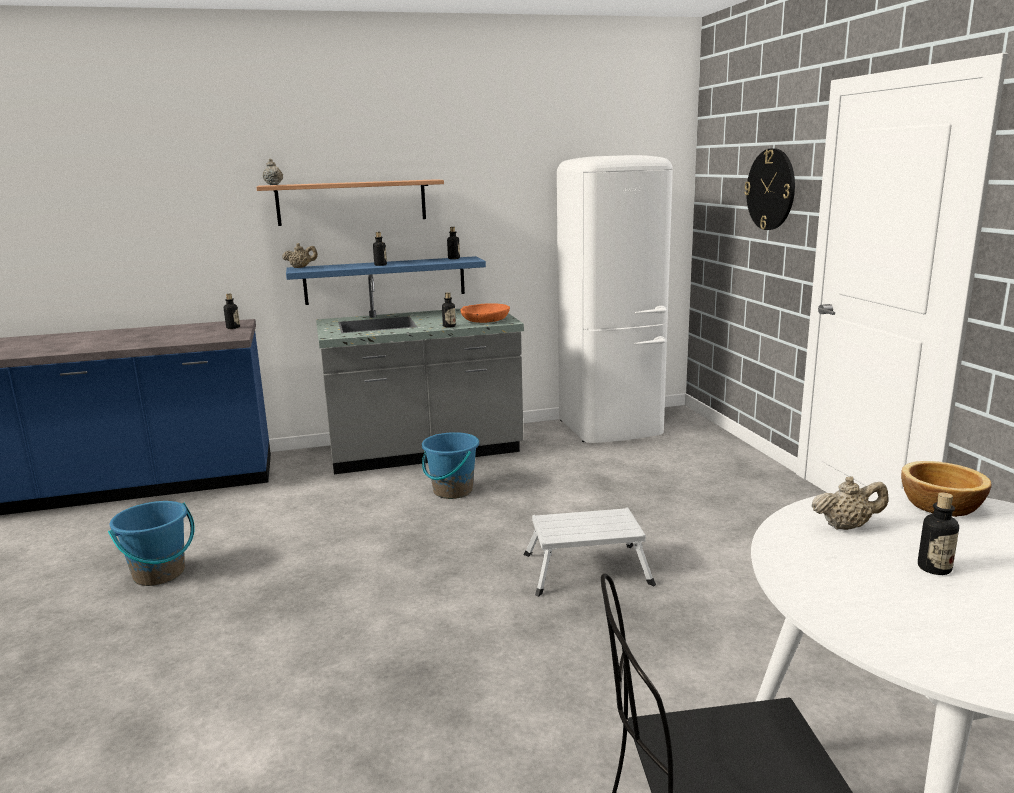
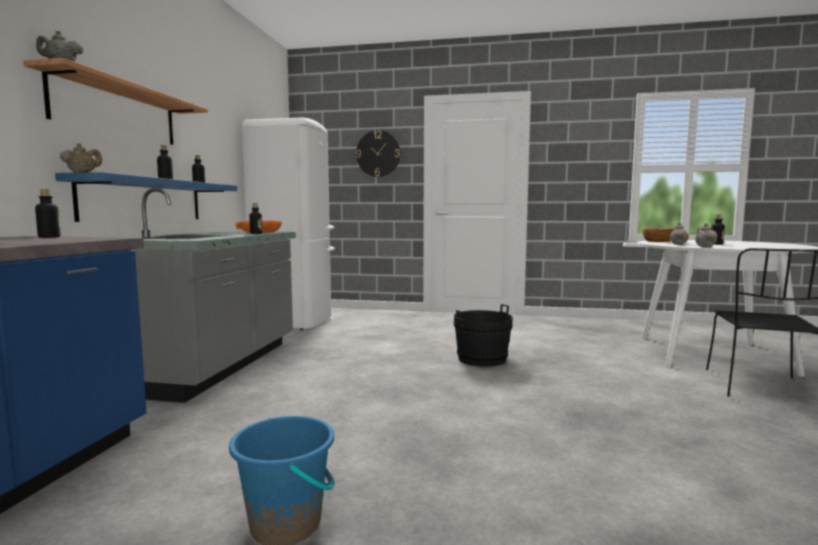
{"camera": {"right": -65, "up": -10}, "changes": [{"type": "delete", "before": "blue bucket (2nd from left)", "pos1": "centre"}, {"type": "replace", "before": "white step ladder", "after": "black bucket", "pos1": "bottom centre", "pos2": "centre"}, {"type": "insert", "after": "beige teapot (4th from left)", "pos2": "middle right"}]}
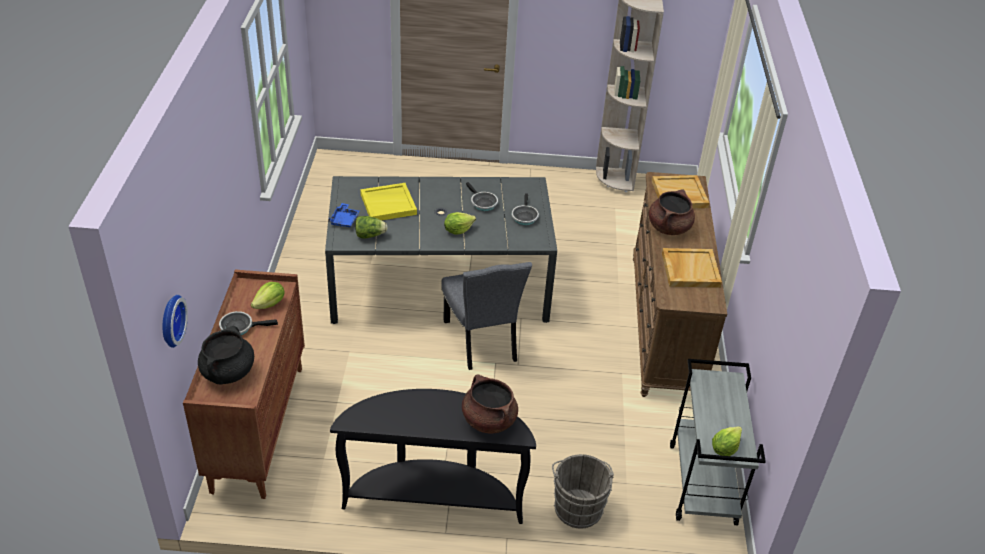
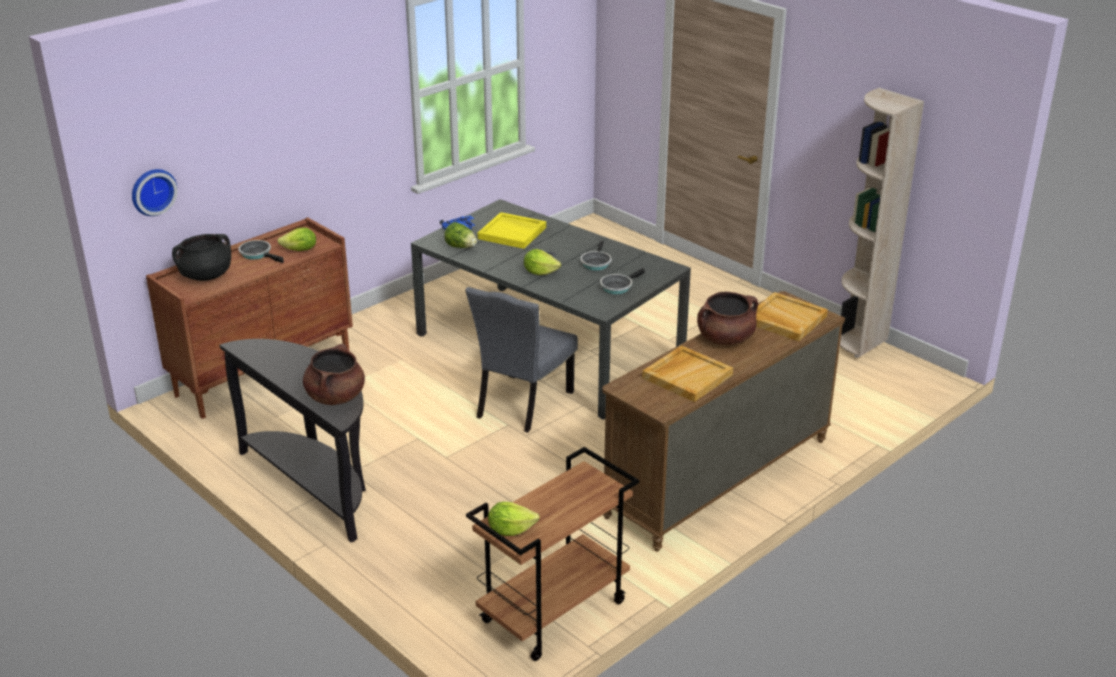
{"camera": {"right": 45, "up": -10}, "changes": [{"type": "delete", "before": "grey bucket", "pos1": "bottom centre"}, {"type": "recolor", "before": "grey cart", "after": "brown cart", "pos1": "bottom right", "pos2": "bottom centre"}]}
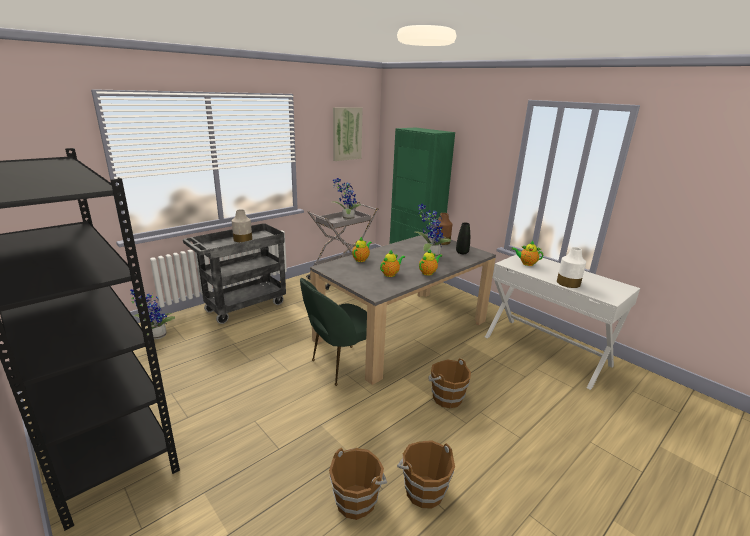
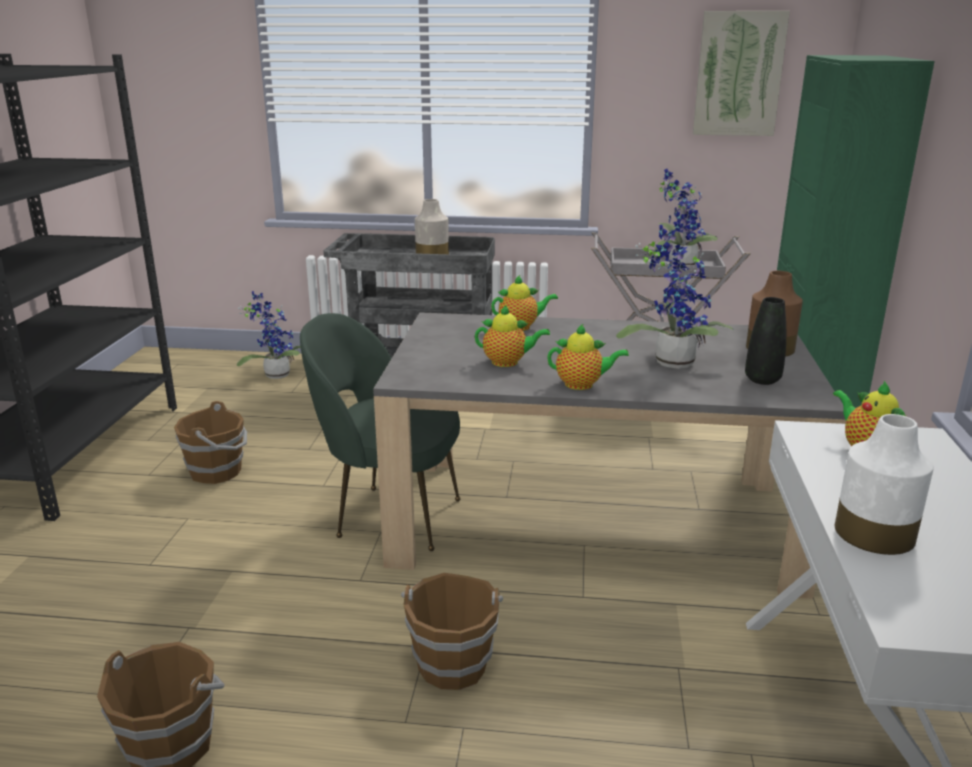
{"camera": {"right": 50, "up": 0}, "changes": [{"type": "move", "before": "brown bucket (1st from left in the first image)", "after": "brown bucket (2nd from left)", "pos1": "bottom centre", "pos2": "middle left"}]}
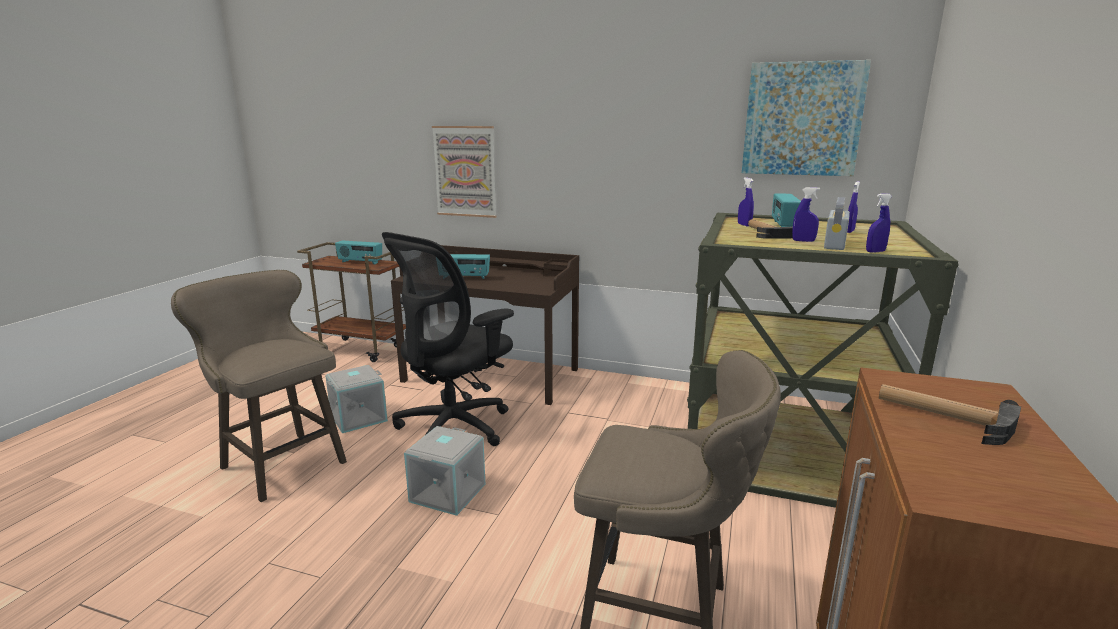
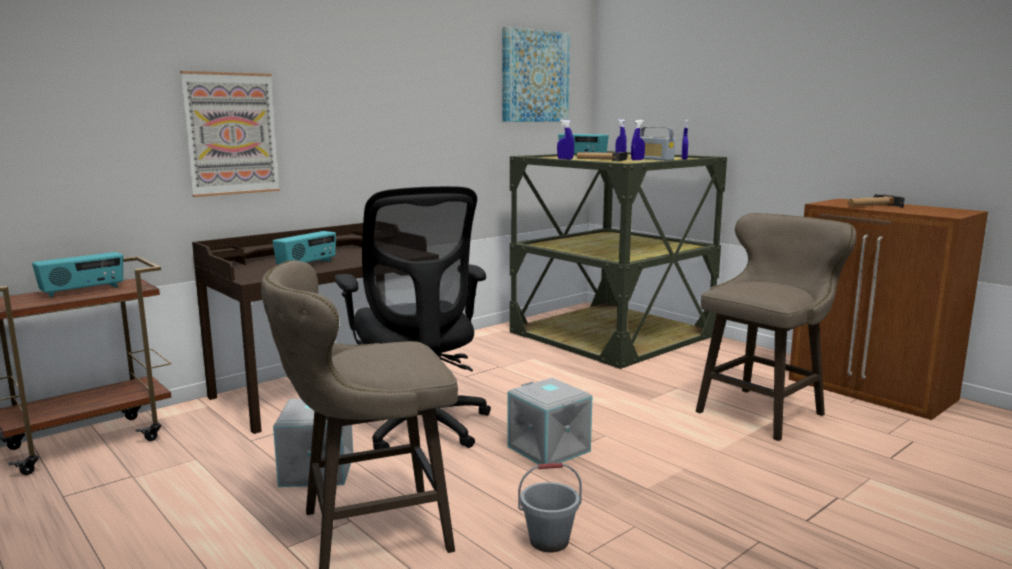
{"camera": {"right": -60, "up": -5}, "changes": [{"type": "insert", "after": "grey bucket", "pos2": "bottom centre"}]}
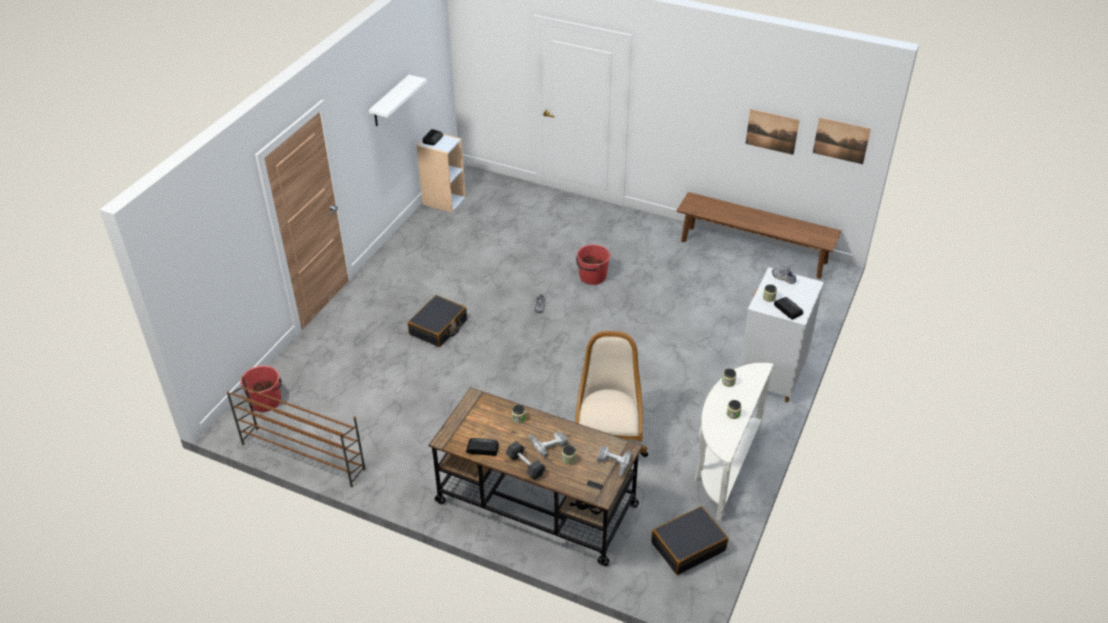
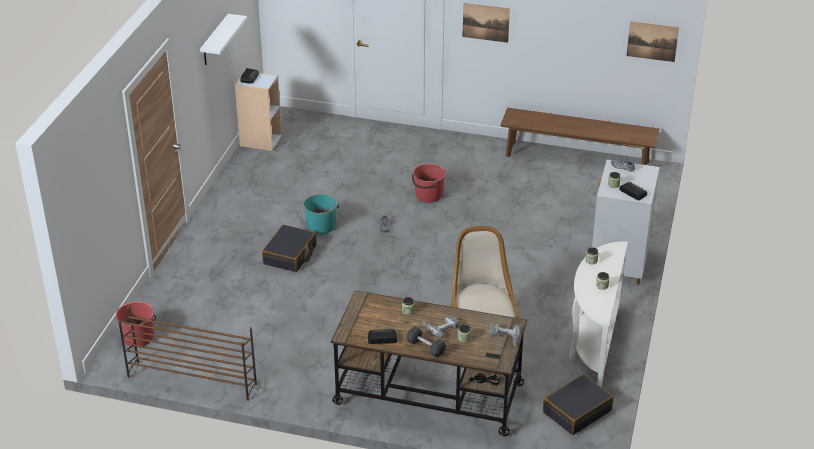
{"camera": {"right": -10, "up": -5}, "changes": [{"type": "move", "before": "picture (1st from left)", "pos1": "top right", "pos2": "top centre"}, {"type": "insert", "after": "turquoise bucket", "pos2": "centre"}]}
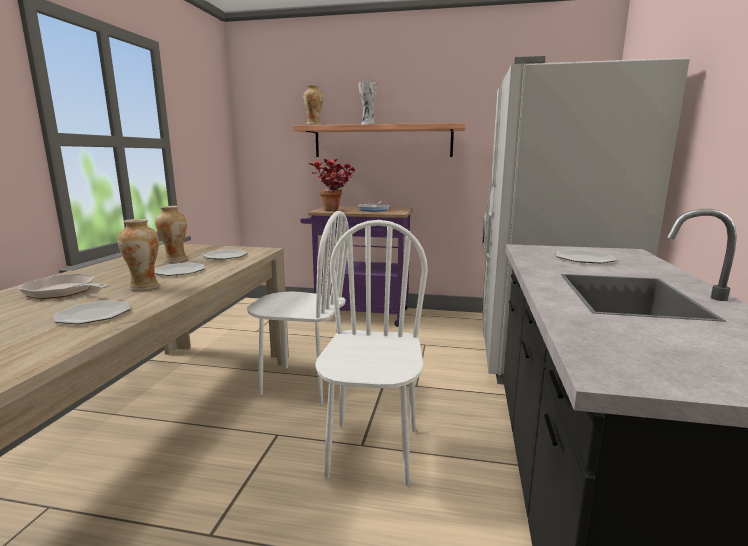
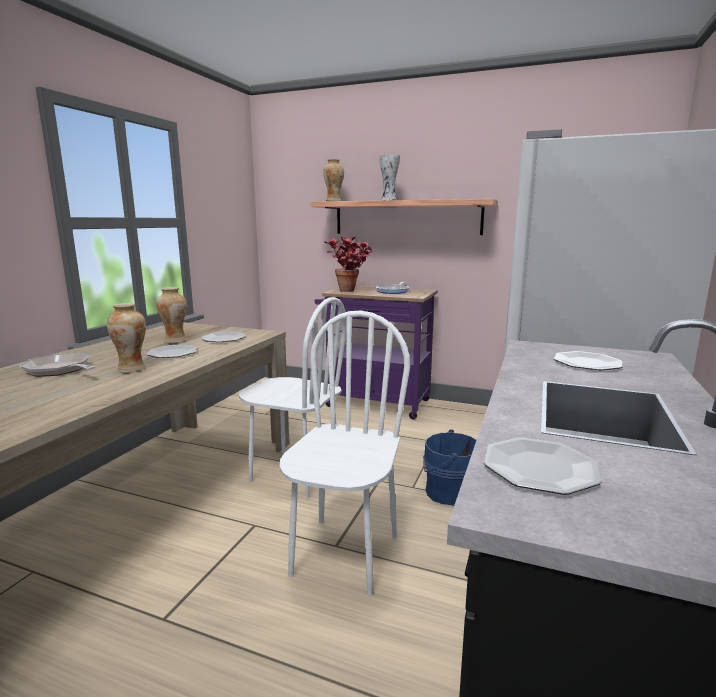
{"camera": {"right": 10, "up": 0}, "changes": [{"type": "move", "before": "plate (1st from left in the first image)", "after": "plate (3rd from left)", "pos1": "middle left", "pos2": "bottom right"}, {"type": "insert", "after": "blue bucket", "pos2": "bottom centre"}]}
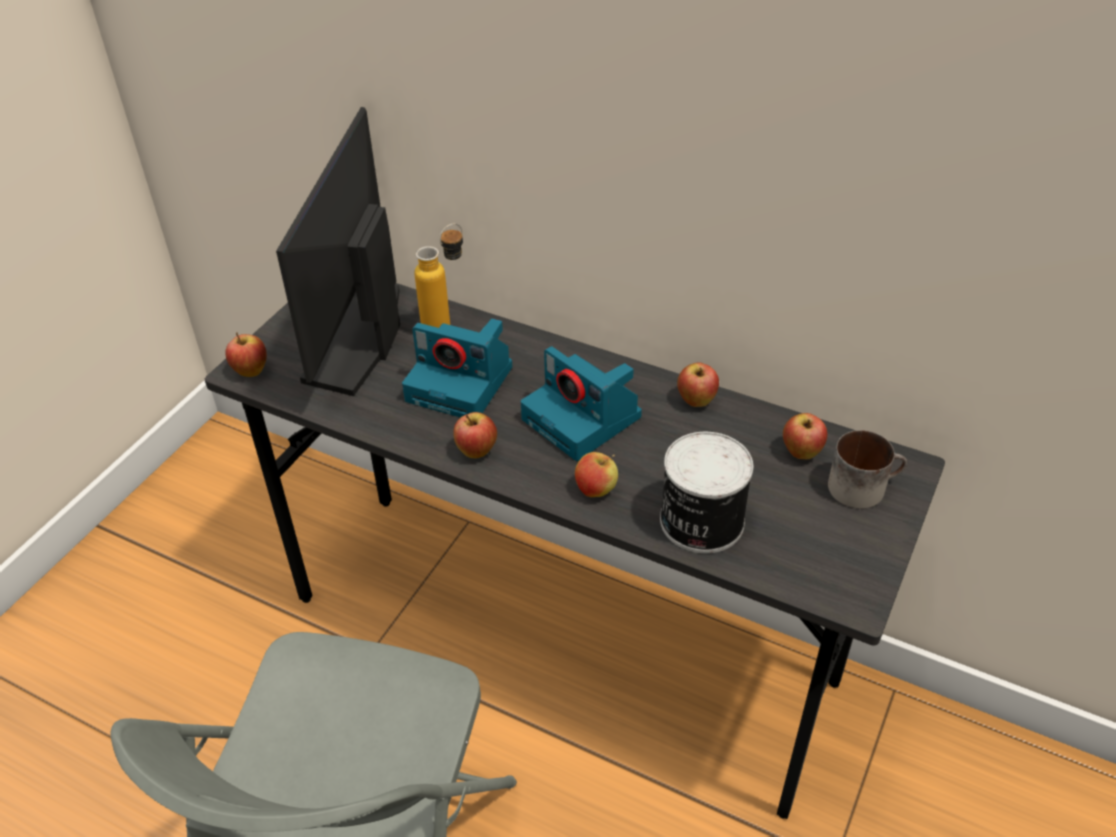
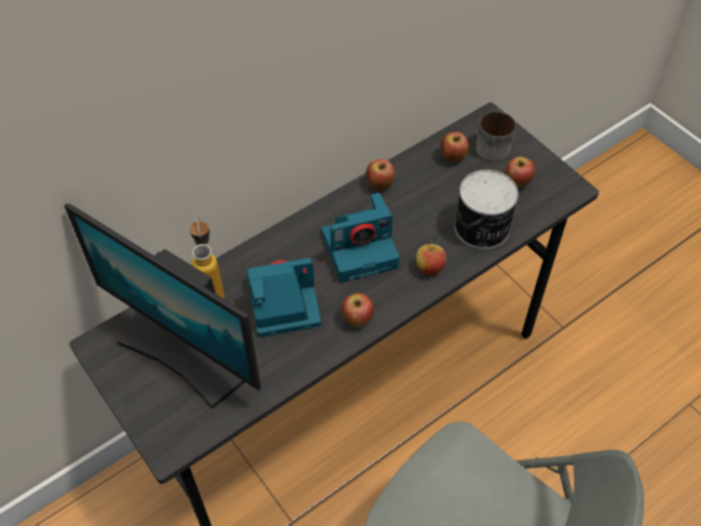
{"camera": {"right": -65, "up": 10}, "changes": [{"type": "move", "before": "apple (1st from left in the first image)", "after": "apple (5th from left)", "pos1": "middle left", "pos2": "top right"}, {"type": "rotate", "before": "photo camera (1st from left)", "pos1": "centre", "pos2": "centre", "turn": -150}]}
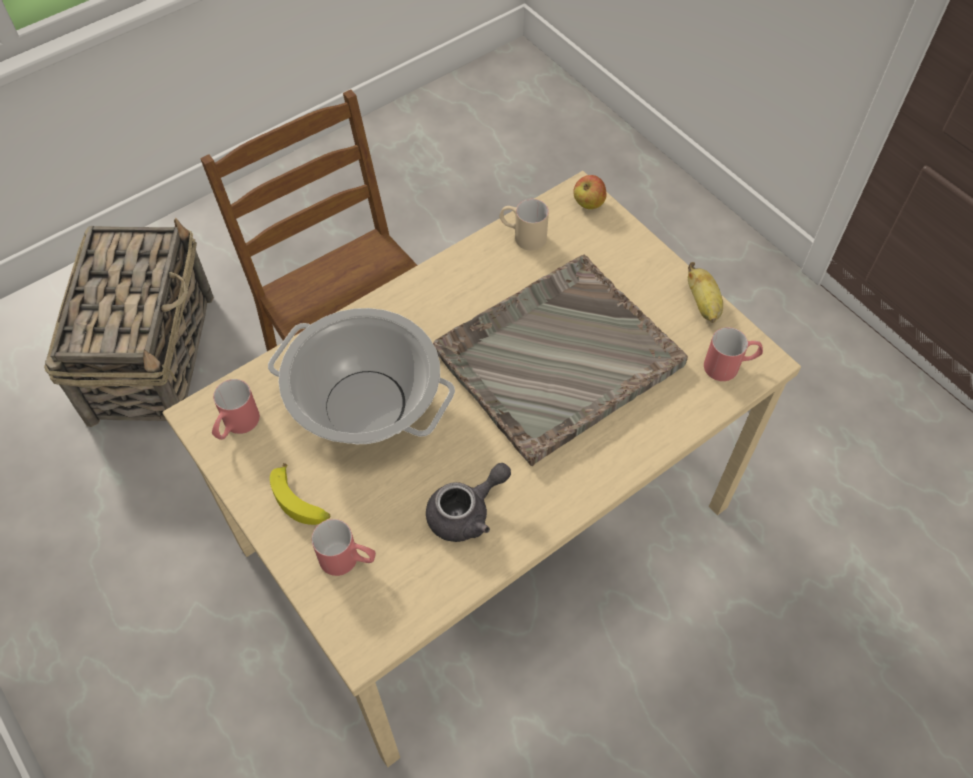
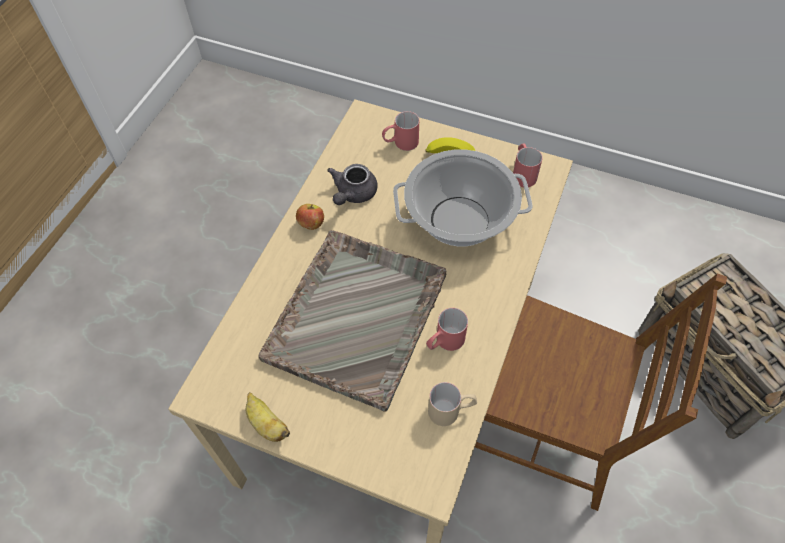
{"camera": {"right": 150, "up": 0}, "changes": [{"type": "move", "before": "apple", "pos1": "top centre", "pos2": "centre"}, {"type": "move", "before": "red mug (3rd from left in the first image)", "after": "red mug (2nd from left)", "pos1": "middle right", "pos2": "centre"}]}
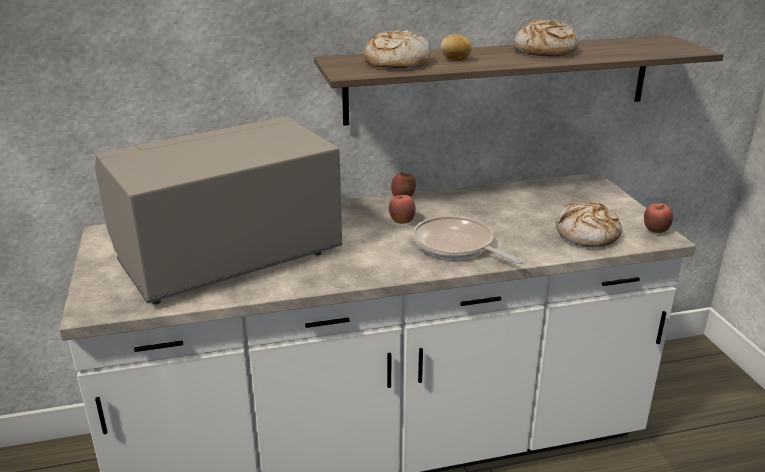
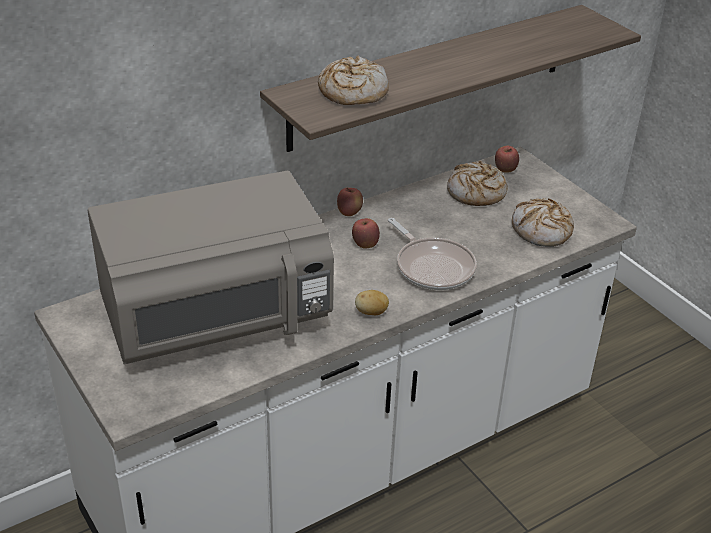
{"camera": {"right": -20, "up": 10}, "changes": [{"type": "rotate", "before": "grey microwave", "pos1": "middle left", "pos2": "middle left", "turn": -150}, {"type": "rotate", "before": "frying pan", "pos1": "centre", "pos2": "centre", "turn": -150}, {"type": "move", "before": "potato", "pos1": "top centre", "pos2": "centre"}, {"type": "move", "before": "bread (2nd from left)", "pos1": "top right", "pos2": "middle right"}, {"type": "move", "before": "apple (3rd from left)", "pos1": "middle right", "pos2": "top right"}]}
